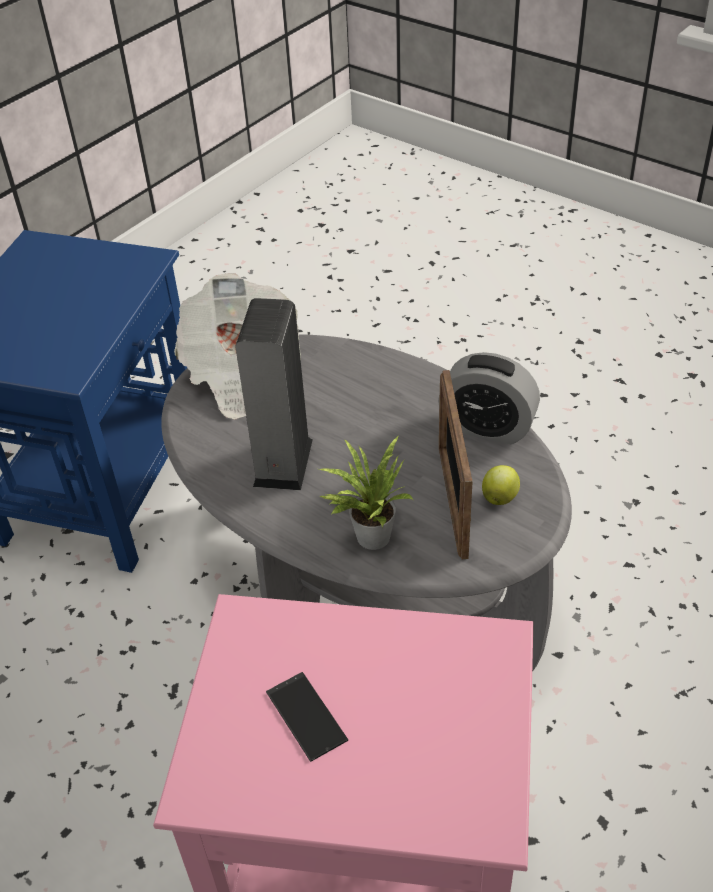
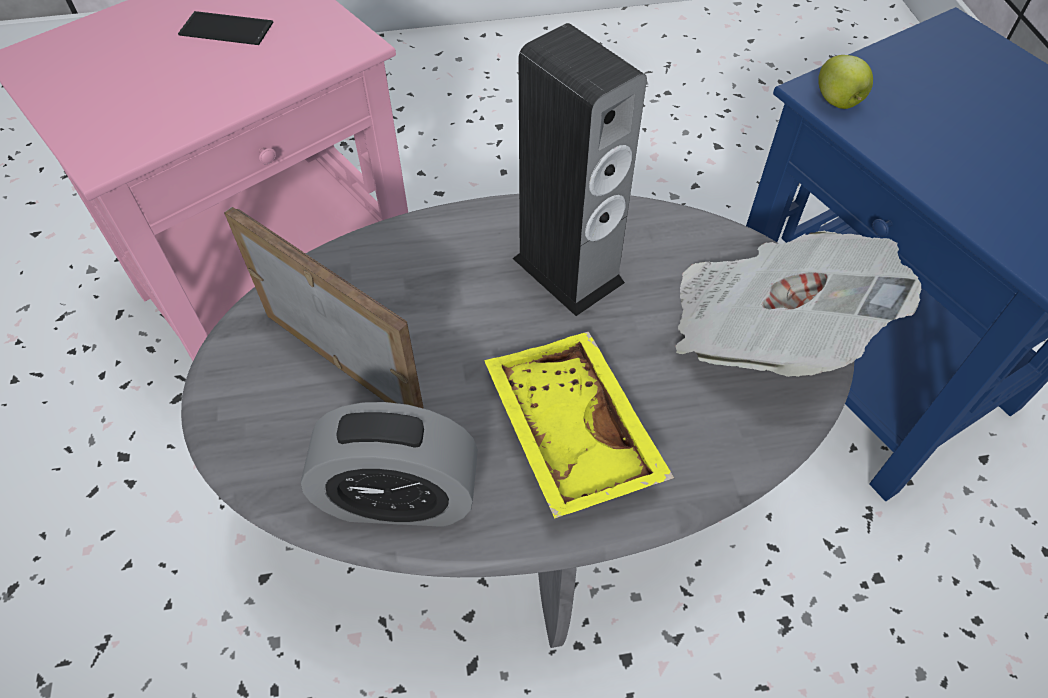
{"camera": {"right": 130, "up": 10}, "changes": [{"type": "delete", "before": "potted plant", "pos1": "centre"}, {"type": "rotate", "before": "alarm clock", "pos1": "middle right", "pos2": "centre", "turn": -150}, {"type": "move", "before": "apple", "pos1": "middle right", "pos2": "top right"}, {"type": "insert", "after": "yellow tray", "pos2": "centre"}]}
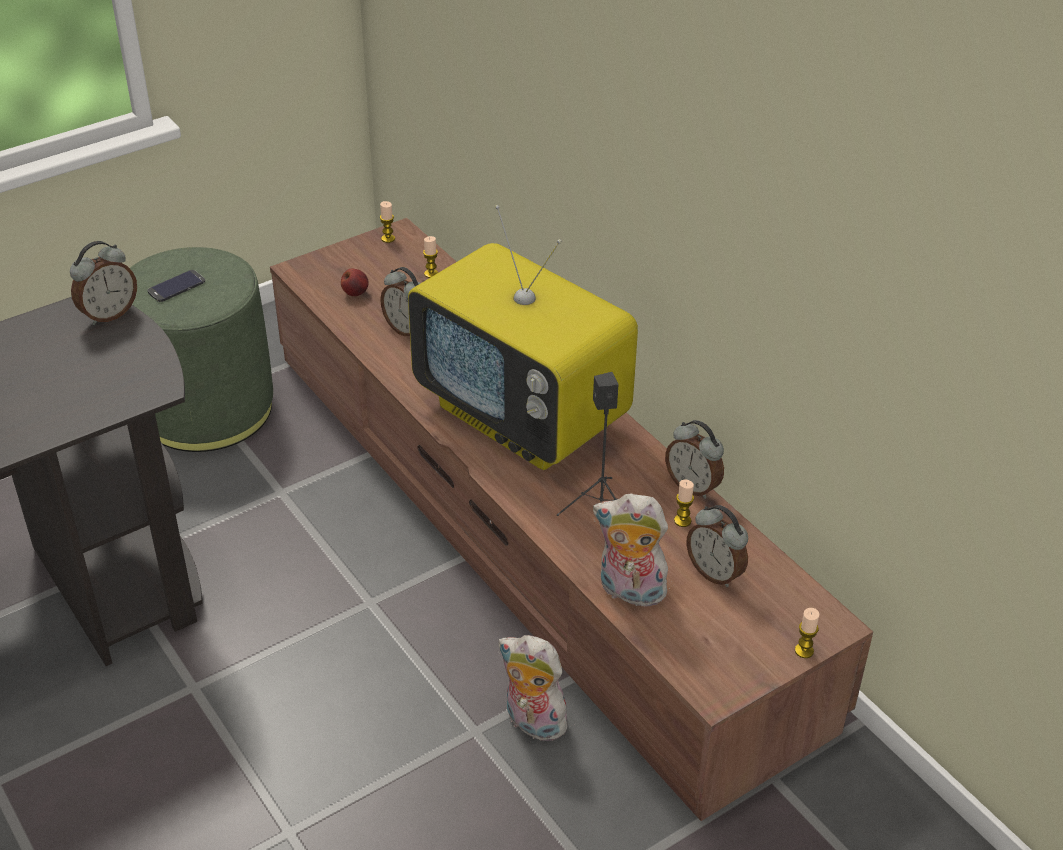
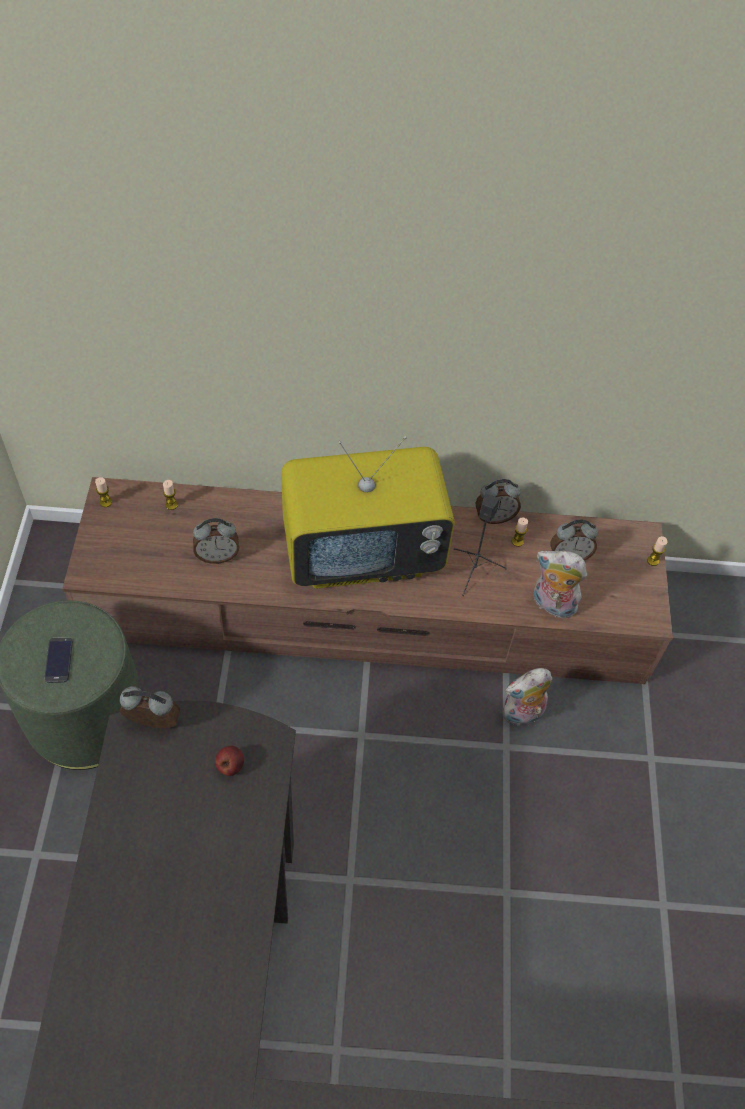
{"camera": {"right": -55, "up": 15}, "changes": [{"type": "rotate", "before": "alarm clock (1st from left)", "pos1": "top left", "pos2": "middle left", "turn": -75}, {"type": "move", "before": "apple", "pos1": "top left", "pos2": "bottom left"}, {"type": "rotate", "before": "plush toy (2nd from left)", "pos1": "centre", "pos2": "middle right", "turn": 60}]}
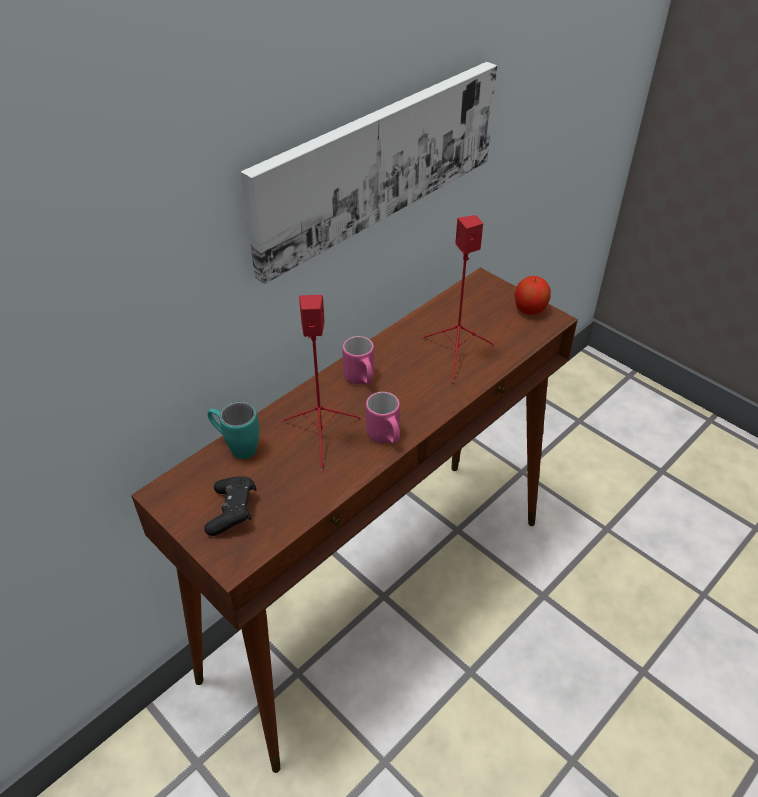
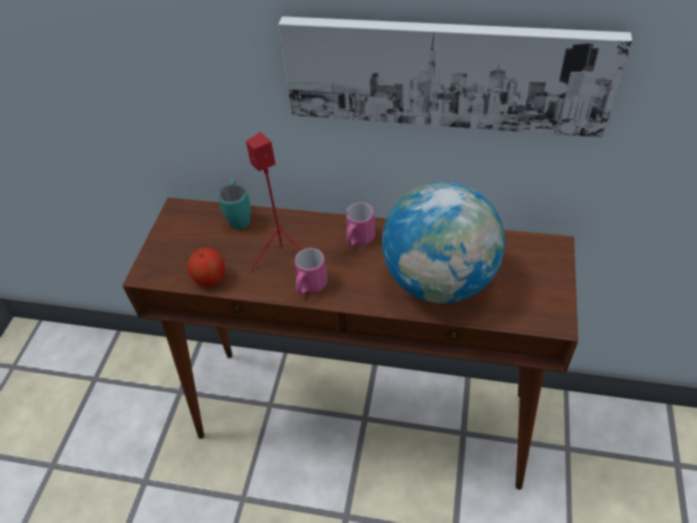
{"camera": {"right": 60, "up": 5}, "changes": [{"type": "delete", "before": "black game controller", "pos1": "middle left"}, {"type": "replace", "before": "red speaker (2nd from left)", "after": "globe", "pos1": "centre", "pos2": "centre"}, {"type": "move", "before": "apple", "pos1": "middle right", "pos2": "middle left"}]}
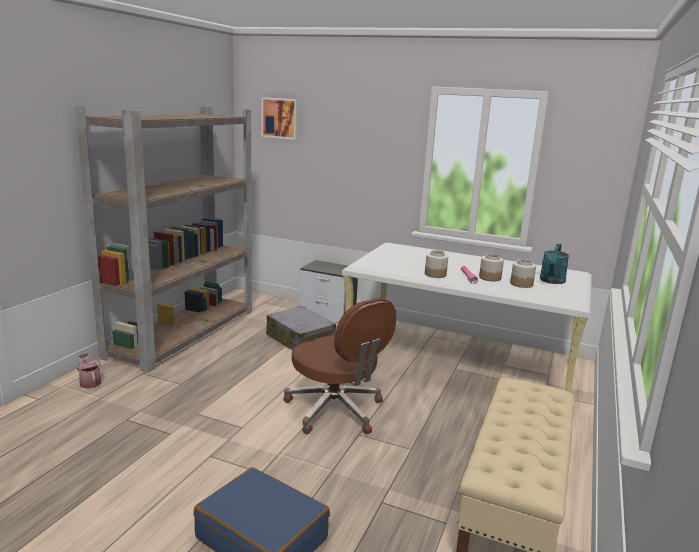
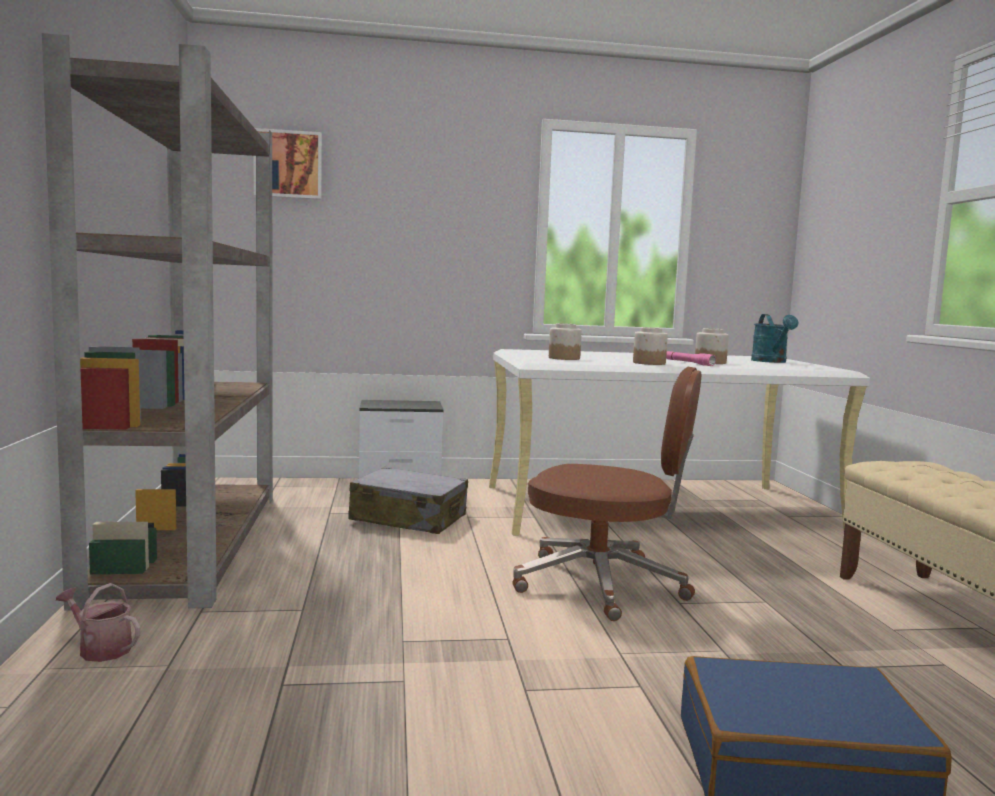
{"camera": {"right": -30, "up": -10}, "changes": [{"type": "move", "before": "jar (3rd from left in the first image)", "after": "jar (1st from left)", "pos1": "middle right", "pos2": "centre"}]}
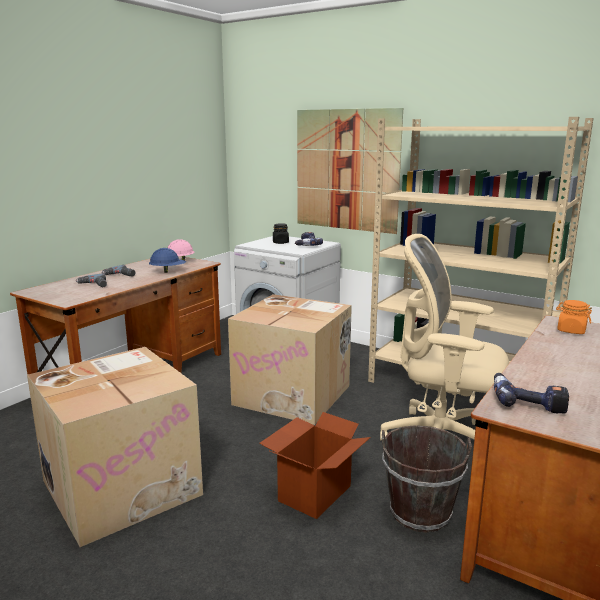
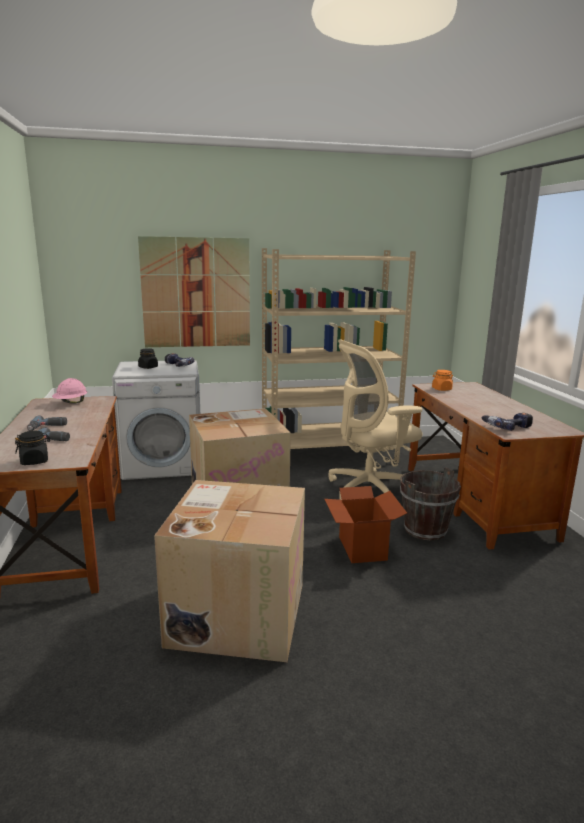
{"camera": {"right": -45, "up": 0}, "changes": [{"type": "delete", "before": "blue hard hat", "pos1": "middle left"}, {"type": "insert", "after": "black jar (1st from left)", "pos2": "middle left"}]}
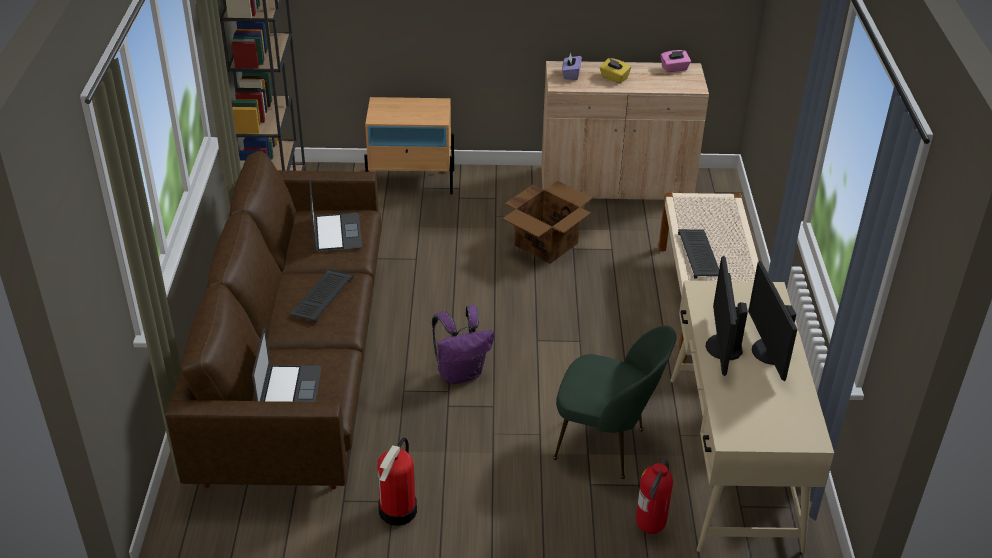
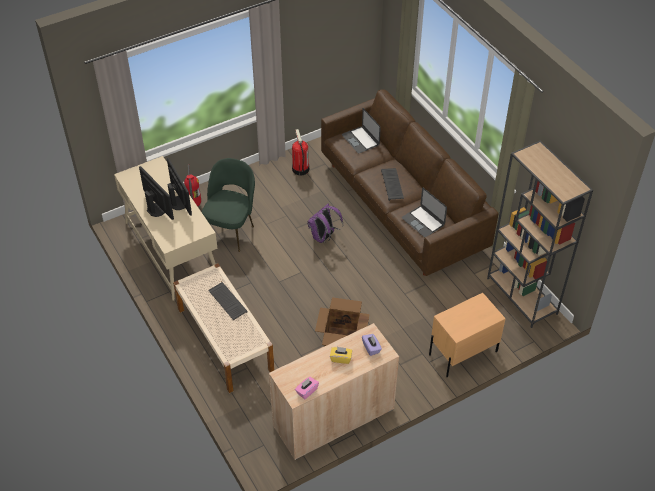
{"camera": {"right": 150, "up": 10}, "changes": [{"type": "rotate", "before": "green chair", "pos1": "bottom centre", "pos2": "centre", "turn": 120}]}
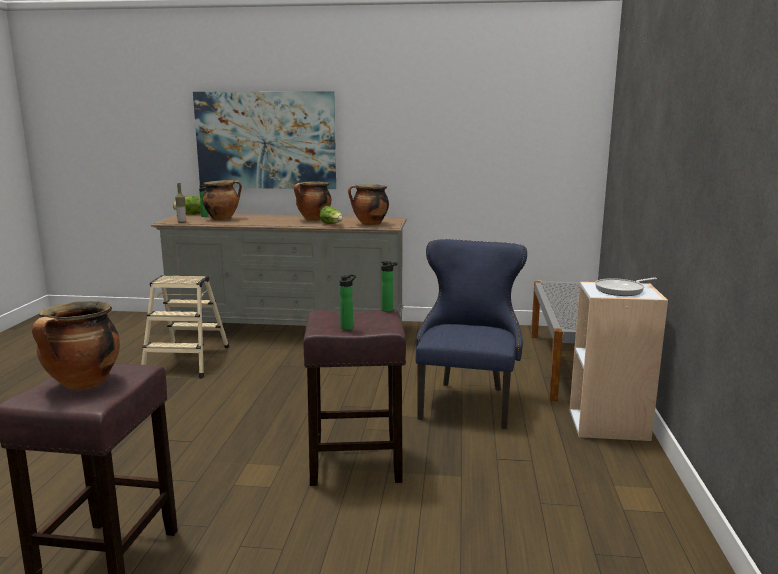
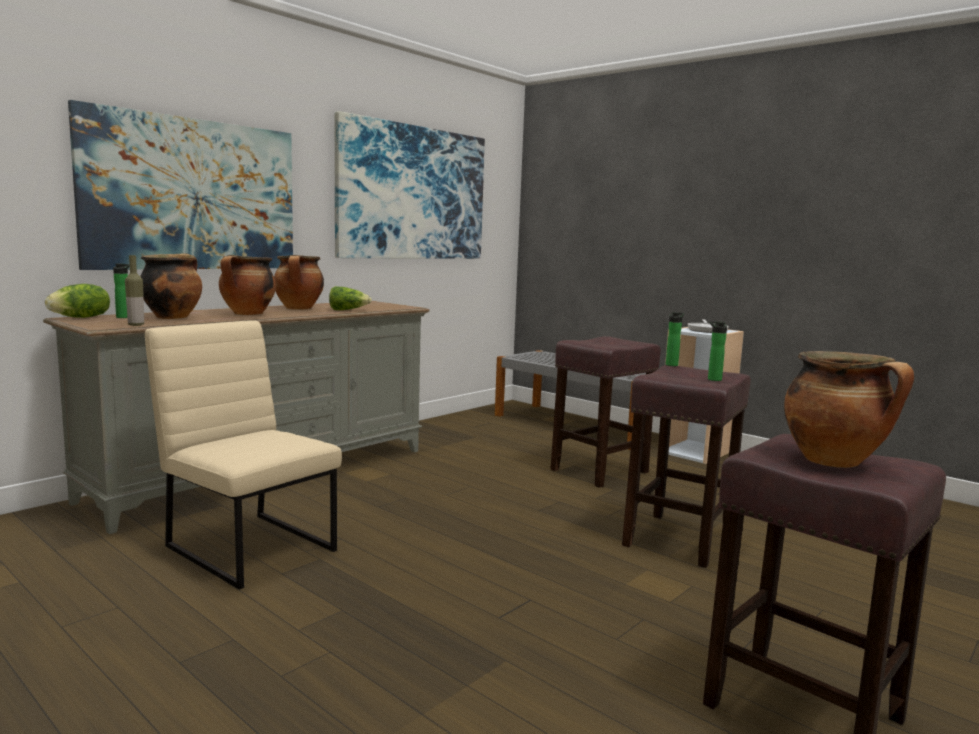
{"camera": {"right": -55, "up": -5}, "changes": [{"type": "replace", "before": "beige step ladder", "after": "beige chair", "pos1": "middle left", "pos2": "middle left"}, {"type": "move", "before": "cooking pot (4th from left in the first image)", "after": "cooking pot (2nd from left)", "pos1": "centre", "pos2": "middle left"}, {"type": "replace", "before": "blue chair", "after": "brown stool (1st from left)", "pos1": "centre", "pos2": "centre"}, {"type": "insert", "after": "picture (2nd from left)", "pos2": "top centre"}]}
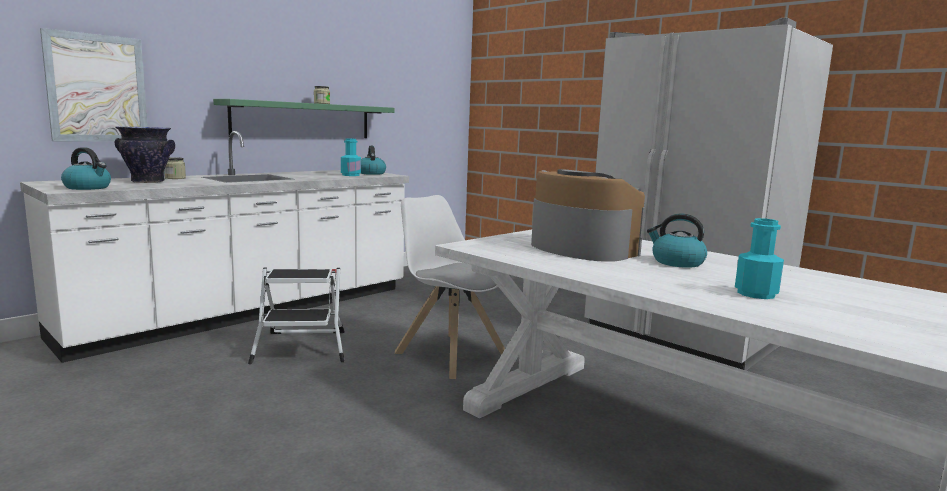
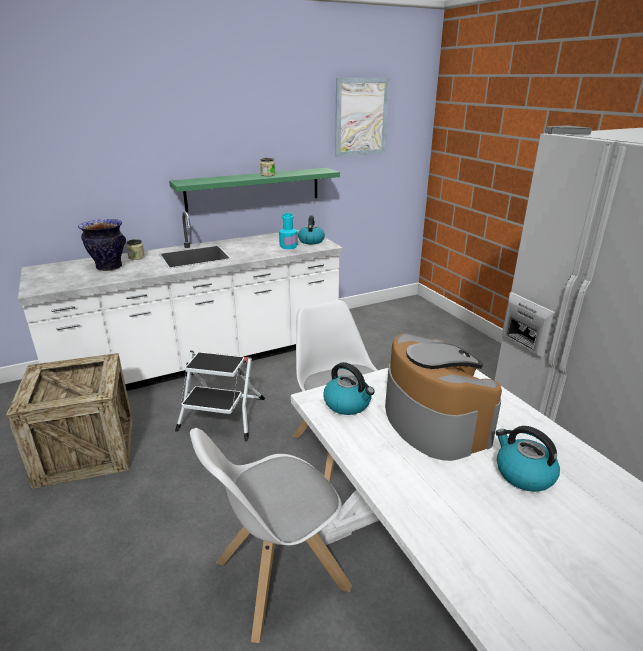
{"camera": {"right": 20, "up": 15}, "changes": [{"type": "move", "before": "picture", "pos1": "top left", "pos2": "top centre"}, {"type": "move", "before": "kettle (1st from left in the first image)", "after": "kettle (2nd from left)", "pos1": "middle left", "pos2": "centre"}, {"type": "delete", "before": "turquoise bottle (2nd from left)", "pos1": "middle right"}, {"type": "insert", "after": "crate", "pos2": "middle left"}, {"type": "insert", "after": "chair (1st from left)", "pos2": "bottom centre"}]}
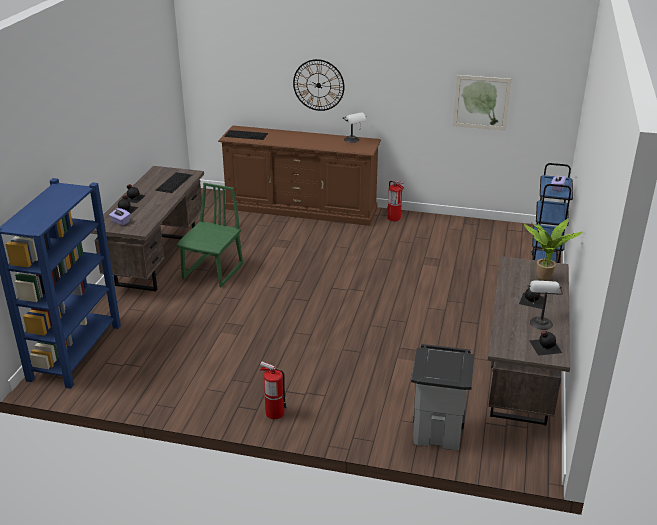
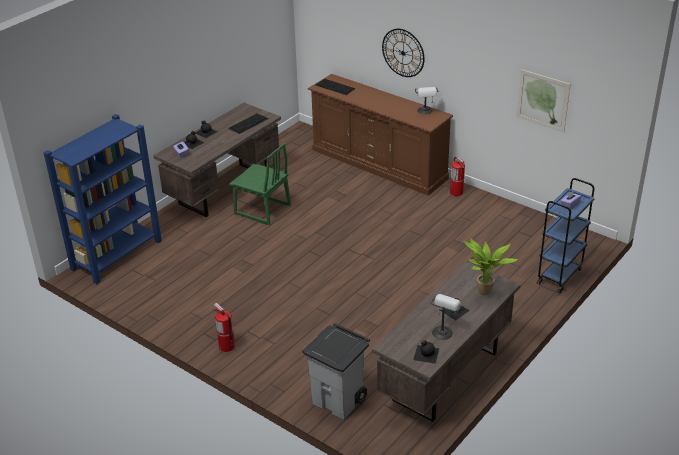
{"camera": {"right": 25, "up": 5}, "changes": [{"type": "rotate", "before": "green chair", "pos1": "middle left", "pos2": "centre", "turn": 75}]}
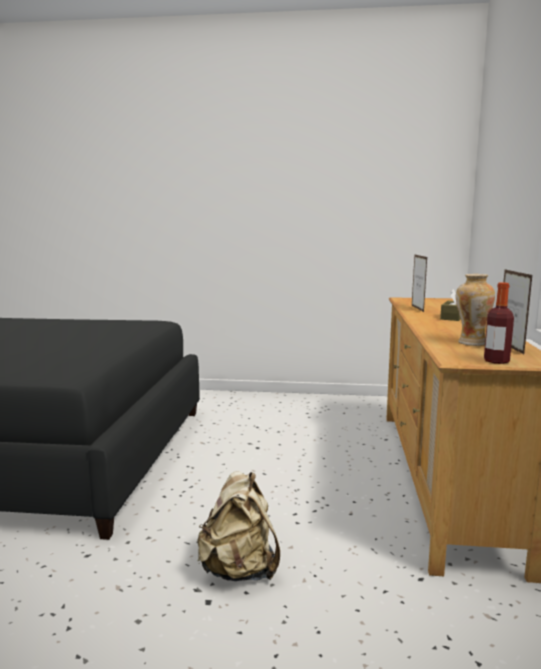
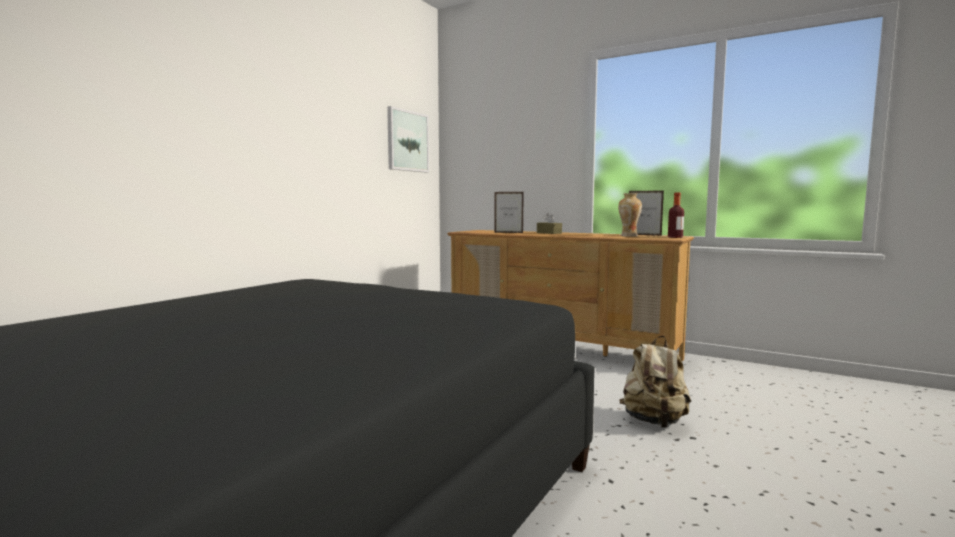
{"camera": {"right": -65, "up": -5}, "changes": [{"type": "insert", "after": "picture", "pos2": "top centre"}]}
